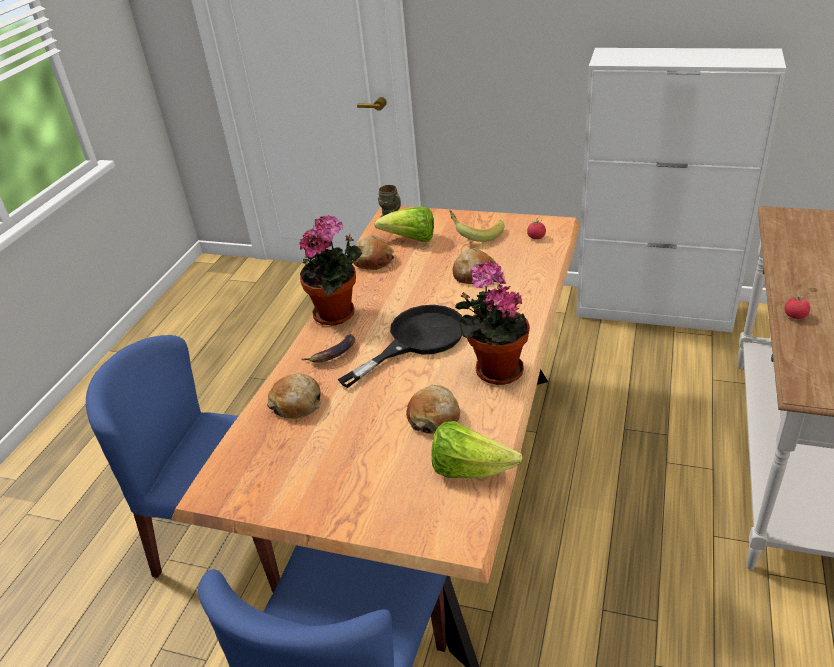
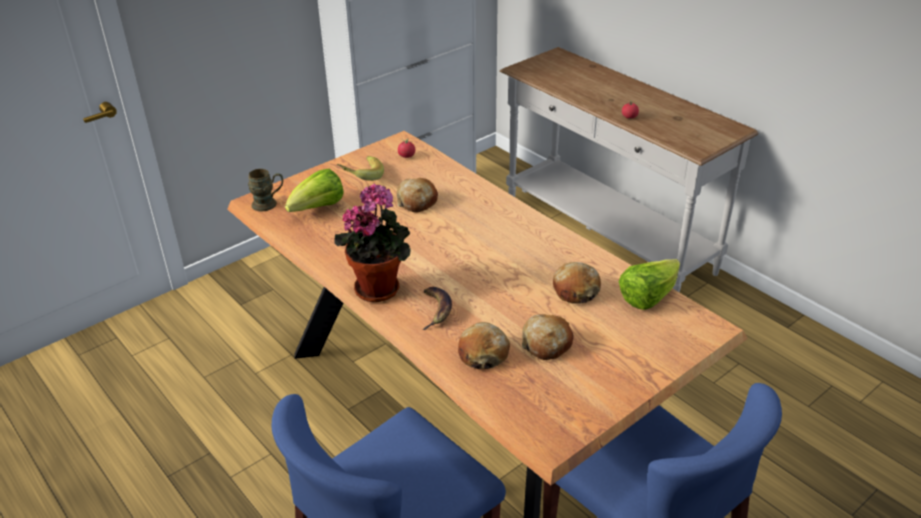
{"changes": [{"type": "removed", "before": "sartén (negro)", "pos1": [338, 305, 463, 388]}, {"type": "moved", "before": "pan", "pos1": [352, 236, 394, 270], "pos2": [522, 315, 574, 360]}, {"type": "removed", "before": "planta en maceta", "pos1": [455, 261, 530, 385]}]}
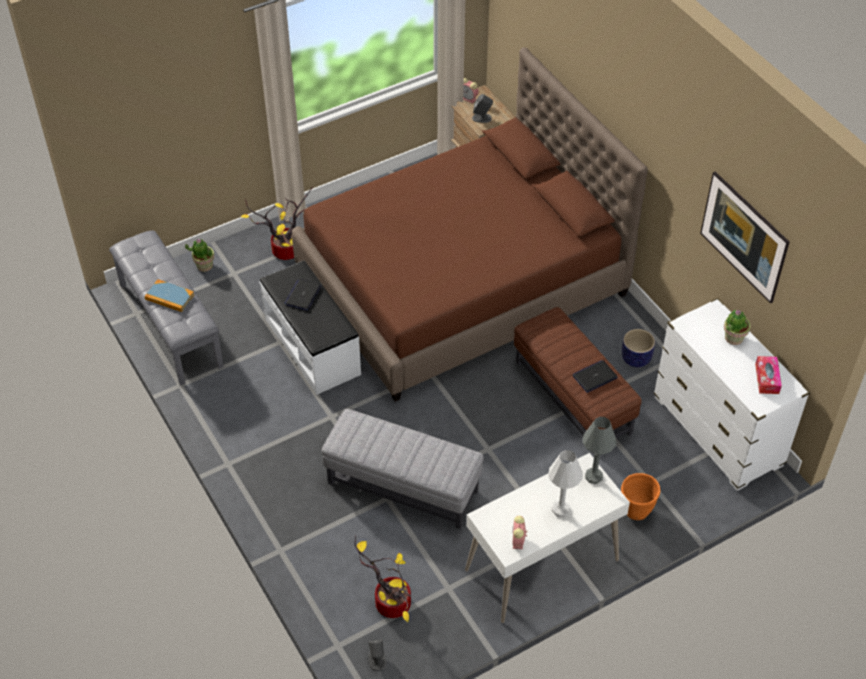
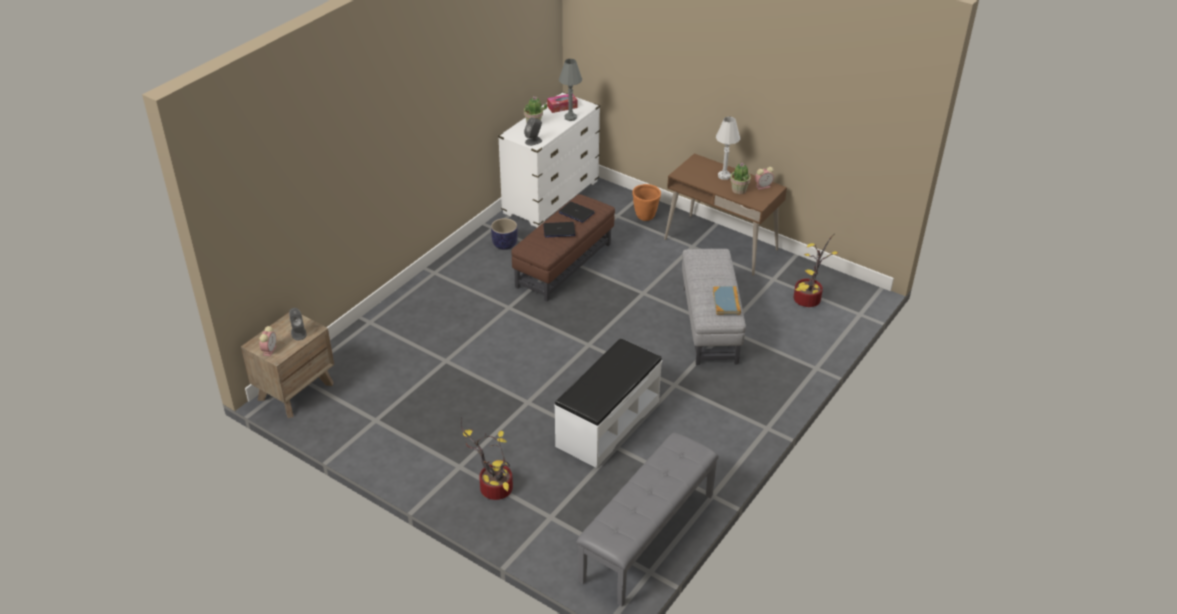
{"changes": [{"type": "moved", "before": "libro", "pos1": [145, 279, 194, 312], "pos2": [713, 286, 741, 315]}, {"type": "moved", "before": "planta en maceta", "pos1": [185, 239, 214, 272], "pos2": [730, 162, 751, 194]}, {"type": "moved", "before": "portátil", "pos1": [284, 279, 321, 311], "pos2": [543, 222, 575, 238]}, {"type": "removed", "before": "cama (marrón)", "pos1": [292, 47, 648, 402]}, {"type": "moved", "before": "altavoz (gris)", "pos1": [368, 639, 386, 671], "pos2": [524, 117, 542, 146]}, {"type": "recoloured", "before": "escritorio (blanco)", "after": "escritorio (marrón)", "pos1": [465, 453, 630, 623], "pos2": [664, 153, 787, 276]}, {"type": "moved", "before": "lámpara de mesa (gris)", "pos1": [583, 417, 616, 484], "pos2": [559, 59, 582, 121]}, {"type": "removed", "before": "cuadro", "pos1": [700, 172, 789, 303]}]}
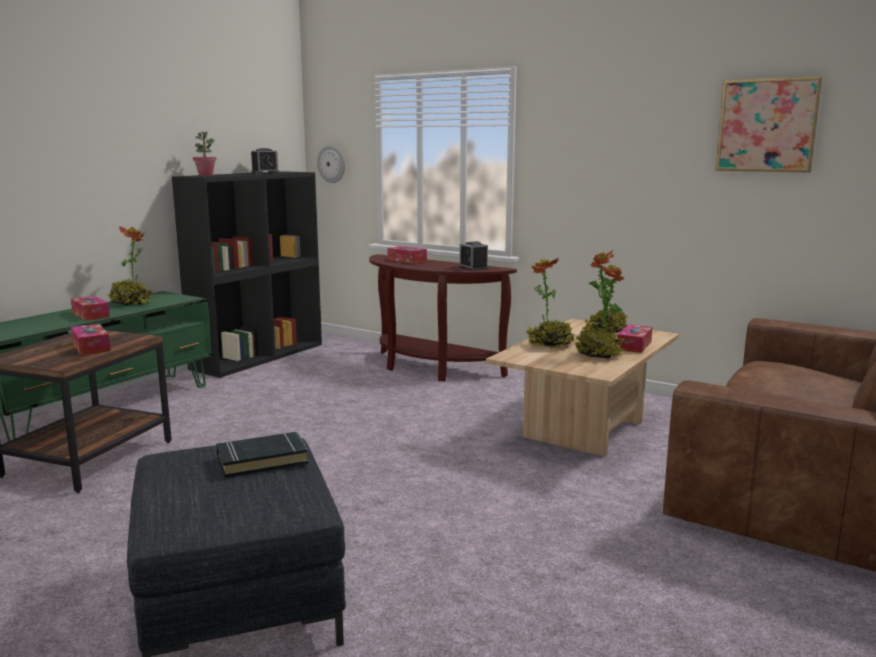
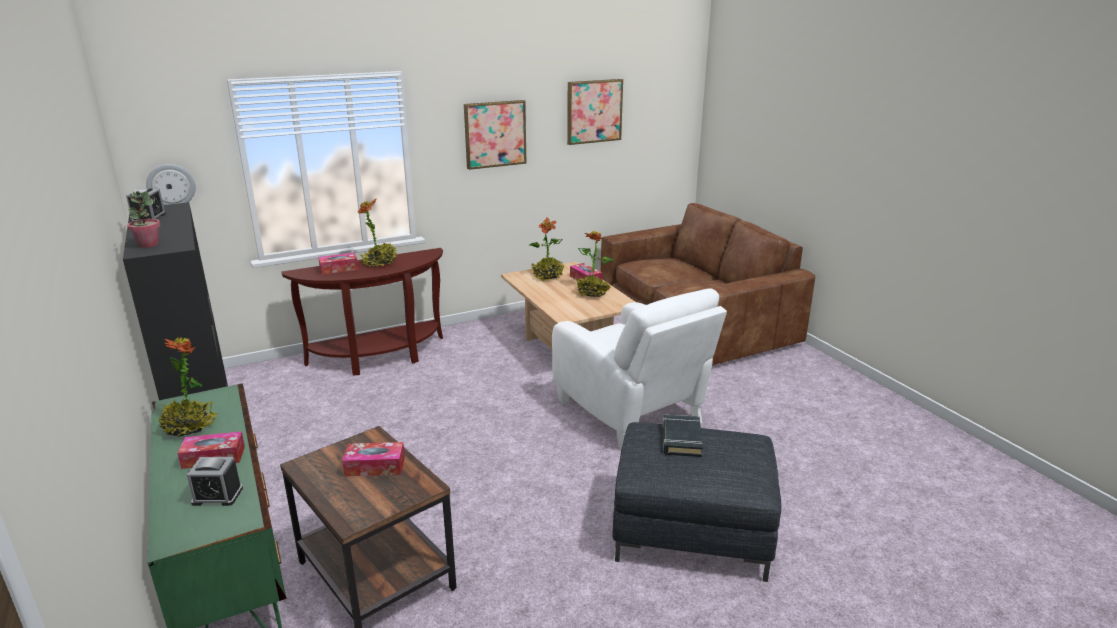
{"changes": [{"type": "moved", "before": "despertador", "pos1": [459, 241, 488, 271], "pos2": [187, 457, 243, 506]}, {"type": "moved", "before": "planta en maceta", "pos1": [526, 258, 575, 348], "pos2": [358, 199, 397, 267]}, {"type": "added", "after": "cuadro", "pos2": [464, 100, 526, 170]}, {"type": "added", "after": "sillón (blanco)", "pos2": [552, 288, 727, 450]}]}
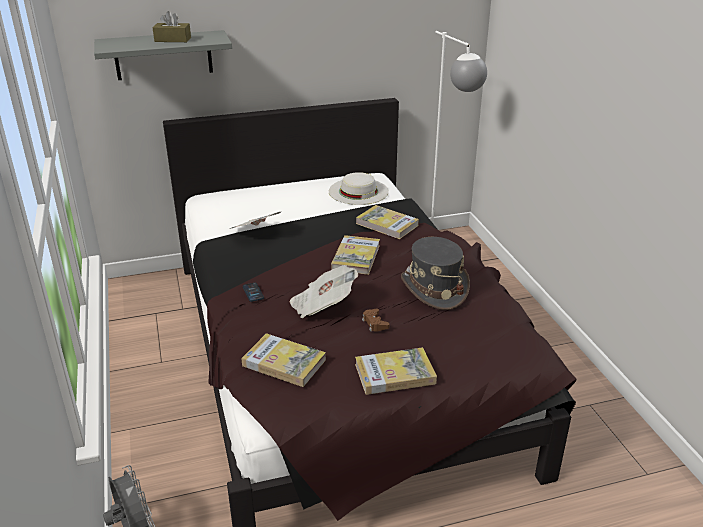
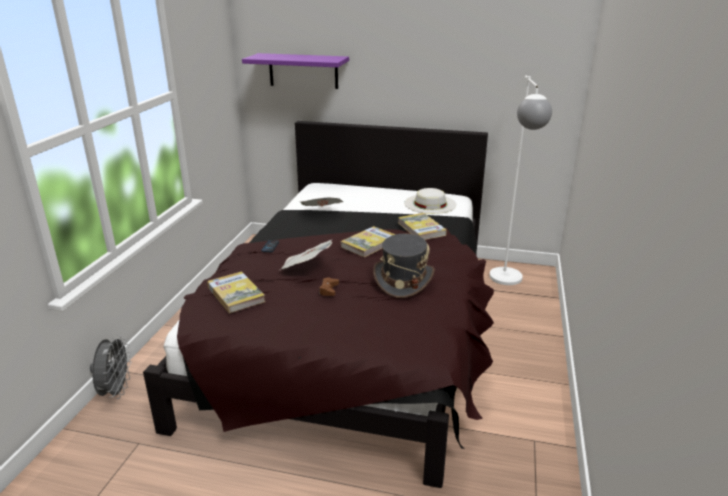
{"changes": [{"type": "recoloured", "before": "estante (gris)", "after": "estante (morado)", "pos1": [94, 30, 232, 80], "pos2": [242, 53, 349, 89]}, {"type": "removed", "before": "caja de pañuelos (marrón)", "pos1": [152, 11, 191, 42]}, {"type": "removed", "before": "libro", "pos1": [355, 347, 437, 395]}]}
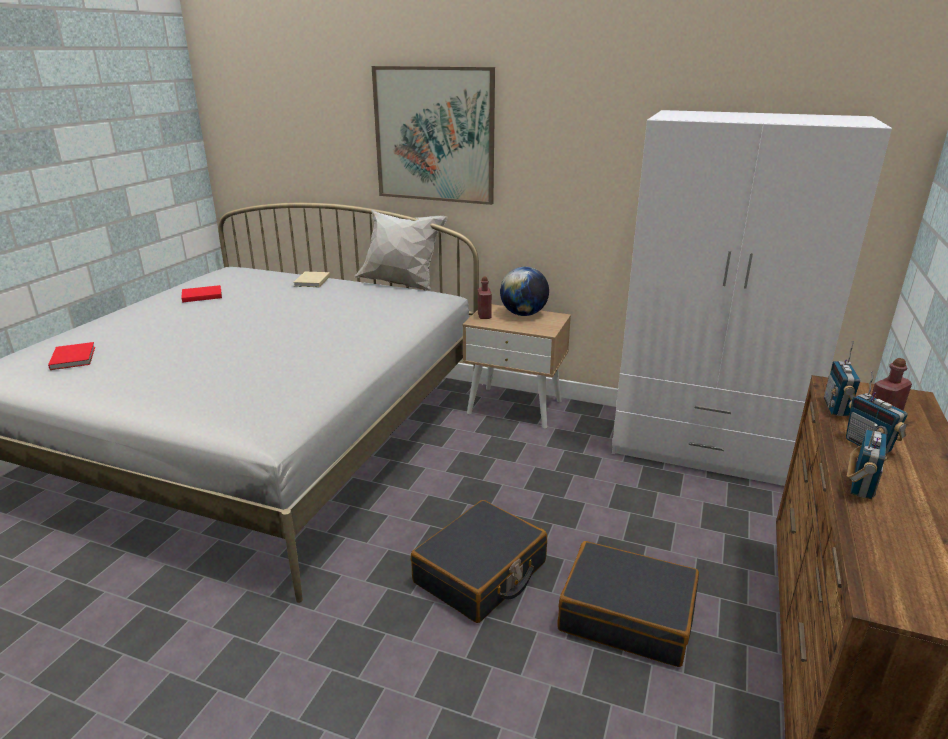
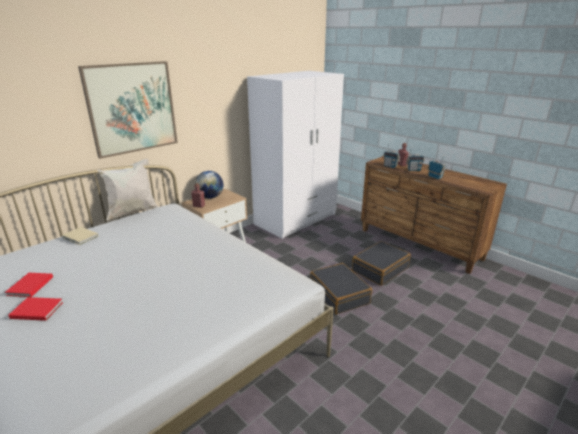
{"changes": [{"type": "moved", "before": "libro (rojo)", "pos1": [48, 342, 95, 370], "pos2": [8, 297, 63, 321]}]}
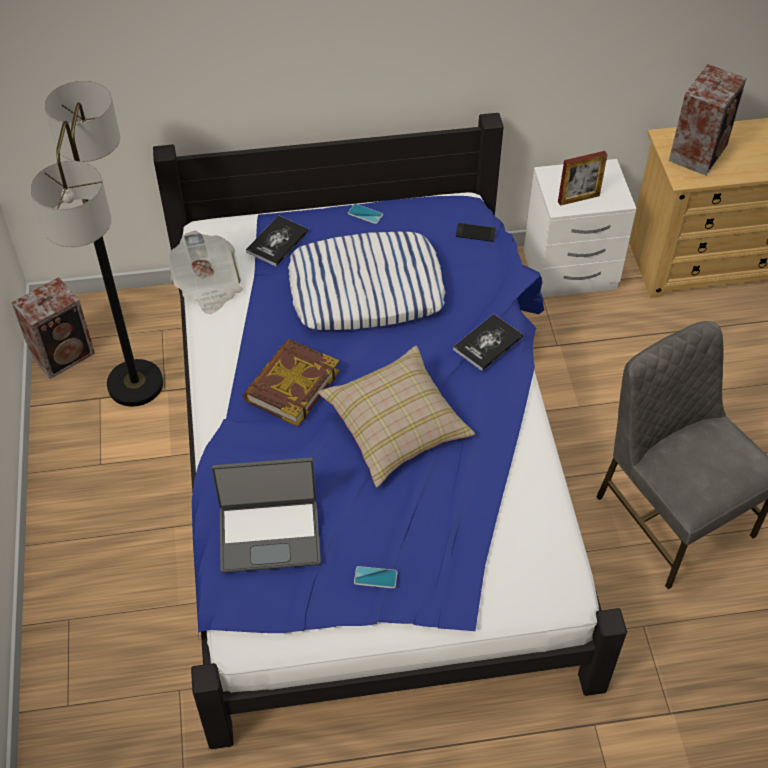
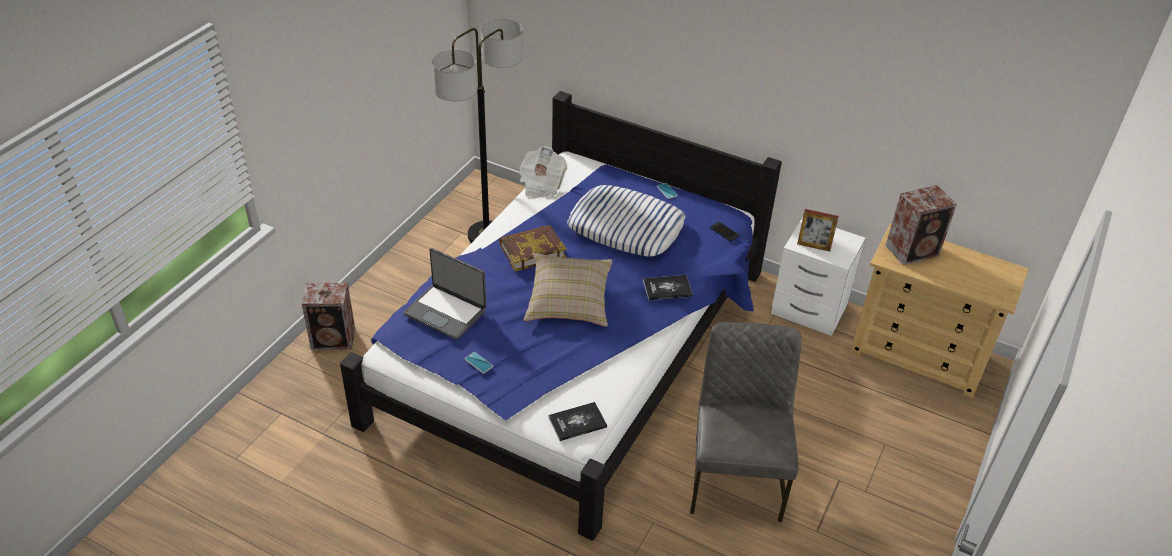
{"changes": [{"type": "moved", "before": "altavoz", "pos1": [11, 277, 95, 379], "pos2": [302, 283, 355, 350]}, {"type": "moved", "before": "libro", "pos1": [246, 215, 309, 266], "pos2": [548, 402, 607, 441]}]}
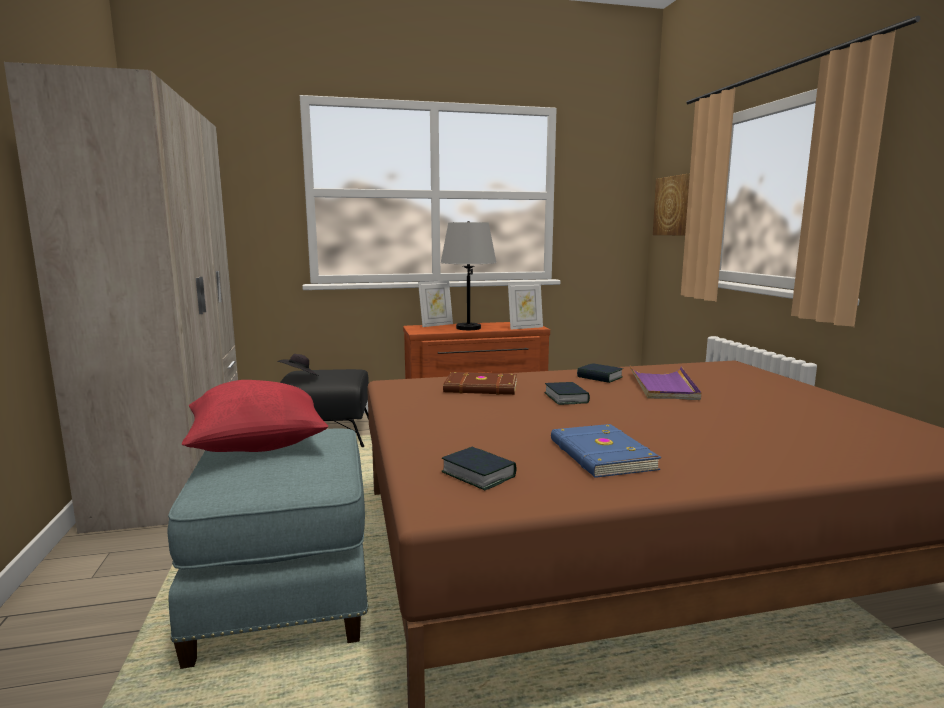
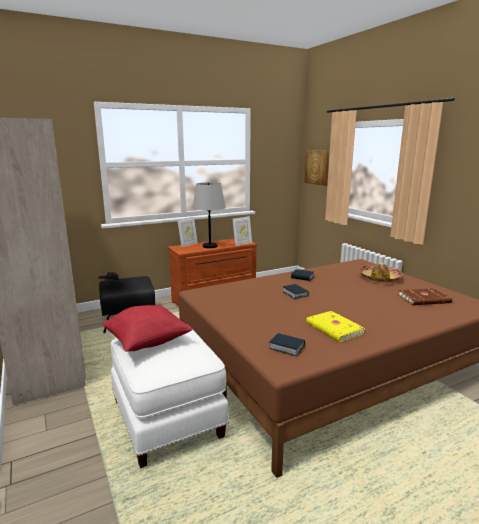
{"changes": [{"type": "recoloured", "before": "puf (azul)", "after": "puf (blanco)", "pos1": [168, 428, 368, 669], "pos2": [111, 330, 229, 468]}, {"type": "moved", "before": "libro (marrón)", "pos1": [443, 372, 517, 395], "pos2": [398, 288, 452, 305]}, {"type": "recoloured", "before": "libro (azul)", "after": "libro (amarillo)", "pos1": [551, 424, 661, 478], "pos2": [306, 311, 365, 342]}, {"type": "removed", "before": "bandeja (morado)", "pos1": [629, 365, 701, 400]}, {"type": "added", "after": "sombrero", "pos2": [359, 263, 403, 283]}]}
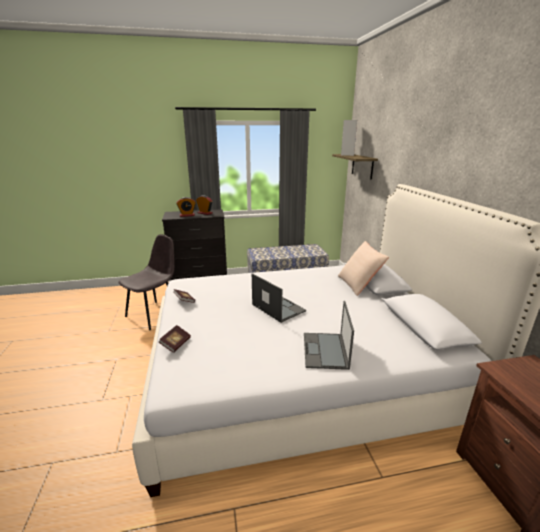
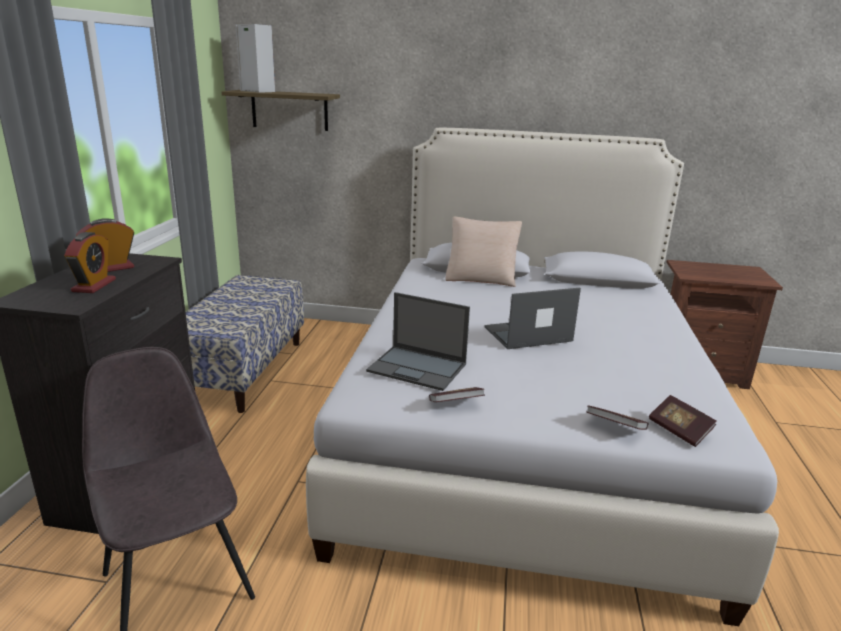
{"changes": [{"type": "moved", "before": "portátil", "pos1": [304, 301, 354, 370], "pos2": [366, 292, 470, 391]}, {"type": "added", "after": "libro", "pos2": [649, 395, 717, 447]}]}
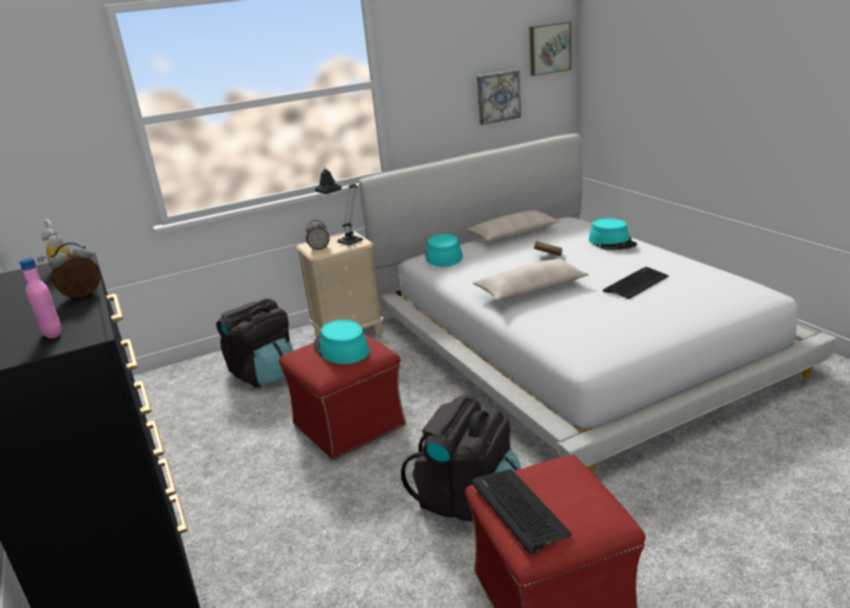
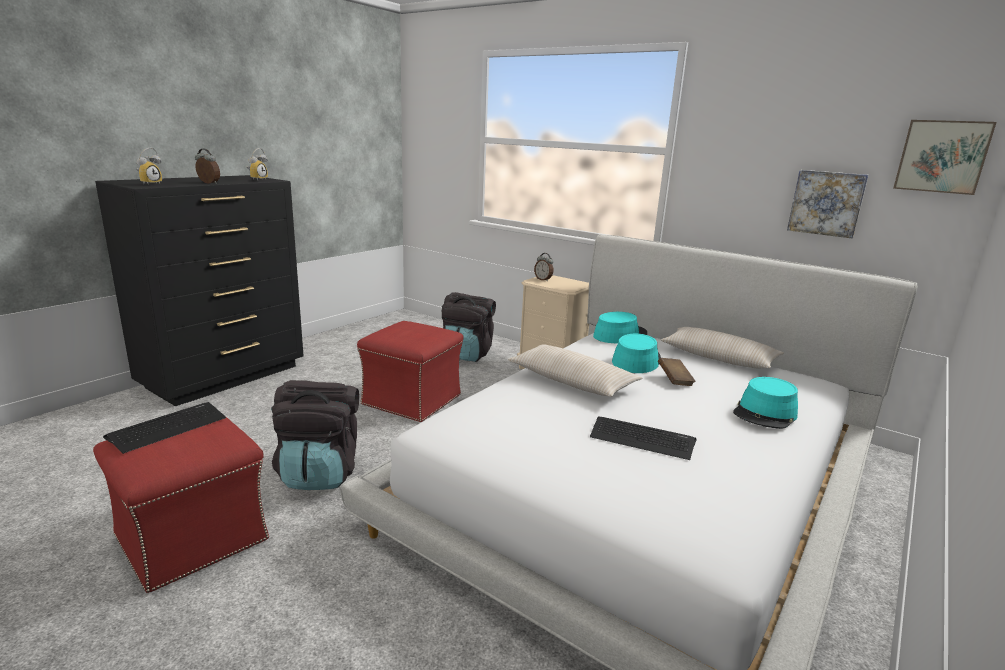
{"changes": [{"type": "replaced", "before": "botella (rosa)", "after": "despertador", "pos1": [19, 258, 61, 338], "pos2": [136, 148, 162, 185]}, {"type": "moved", "before": "sombrero (turquesa)", "pos1": [314, 320, 370, 364], "pos2": [612, 334, 661, 373]}, {"type": "removed", "before": "lámpara de mesa", "pos1": [315, 167, 363, 246]}]}
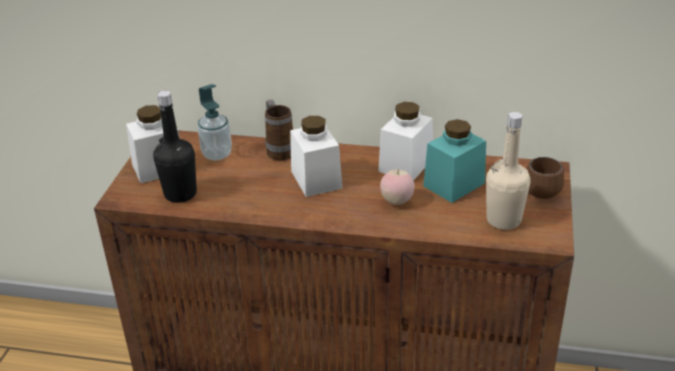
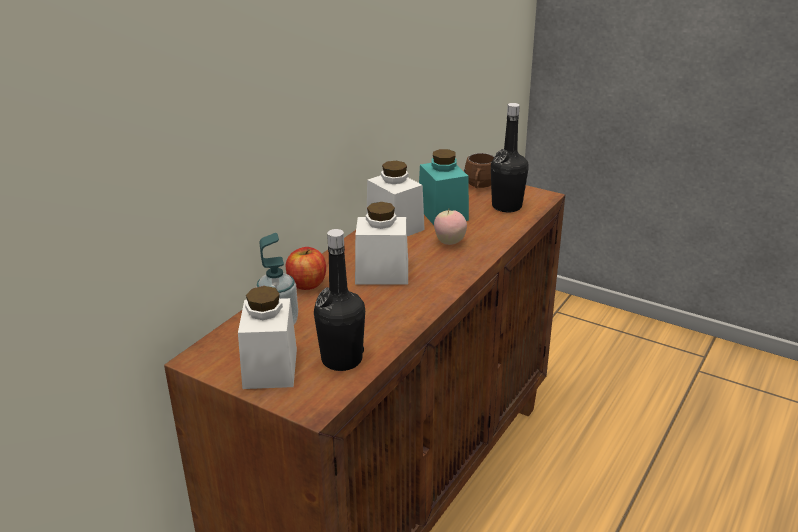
{"changes": [{"type": "replaced", "before": "taza grande", "after": "manzana", "pos1": [265, 99, 293, 160], "pos2": [286, 247, 326, 290]}, {"type": "recoloured", "before": "botella (beis)", "after": "botella (negro)", "pos1": [486, 112, 531, 230], "pos2": [491, 103, 529, 212]}]}
